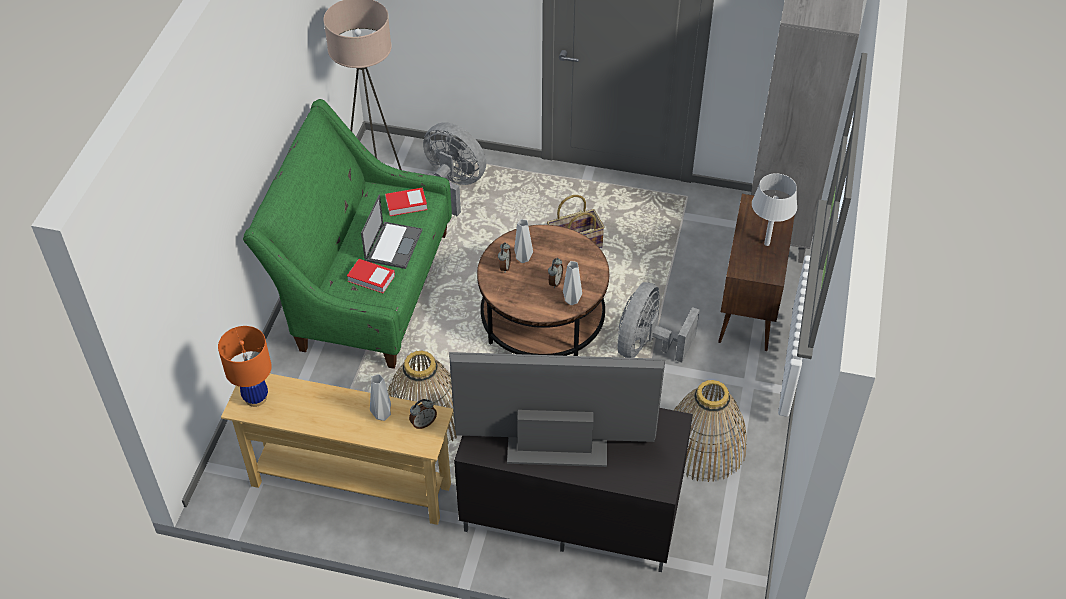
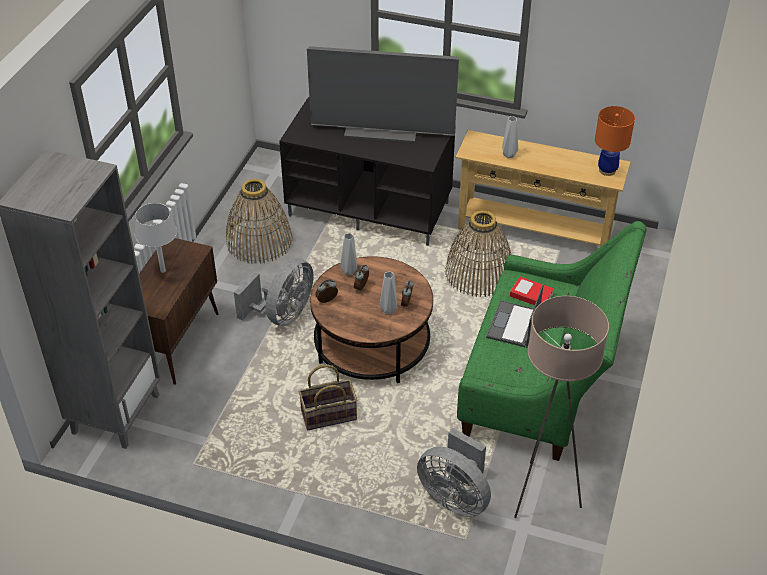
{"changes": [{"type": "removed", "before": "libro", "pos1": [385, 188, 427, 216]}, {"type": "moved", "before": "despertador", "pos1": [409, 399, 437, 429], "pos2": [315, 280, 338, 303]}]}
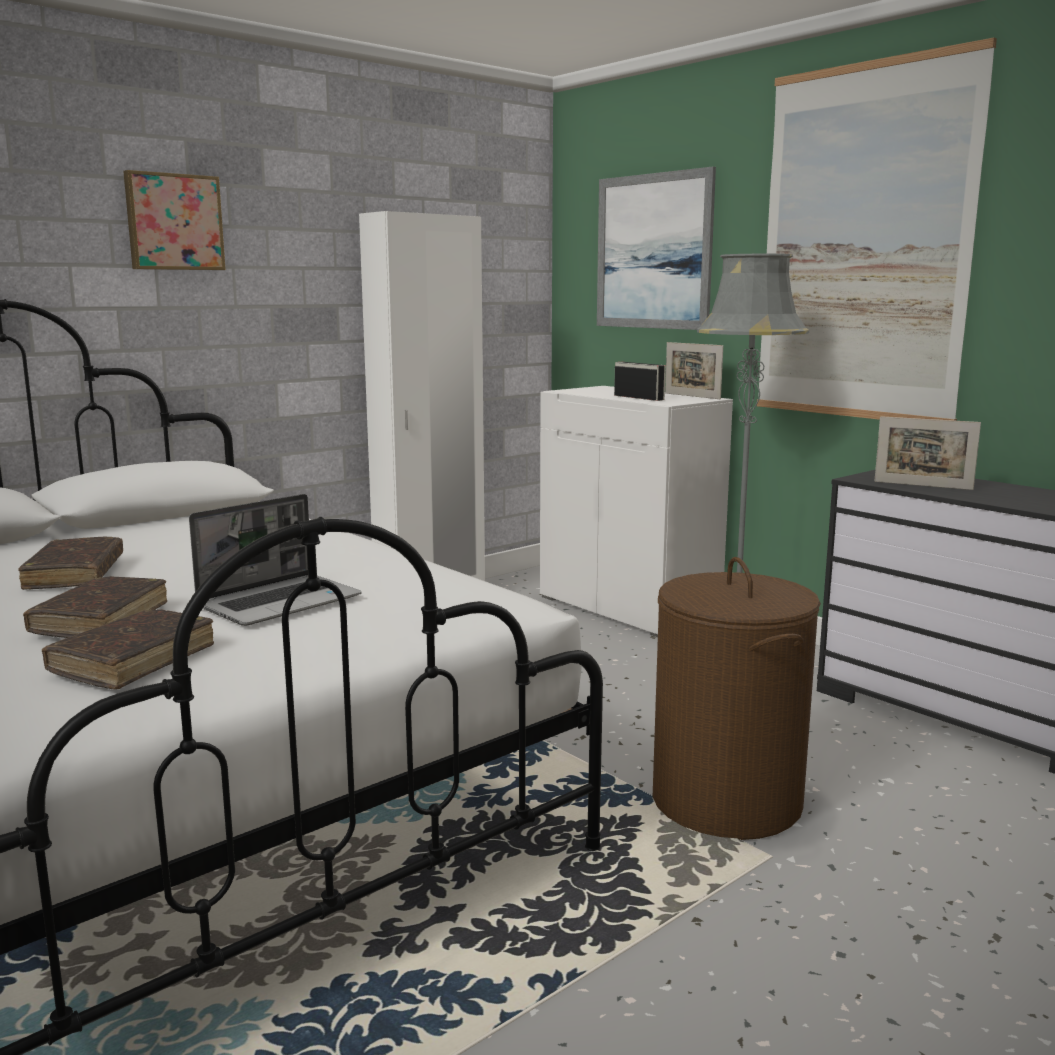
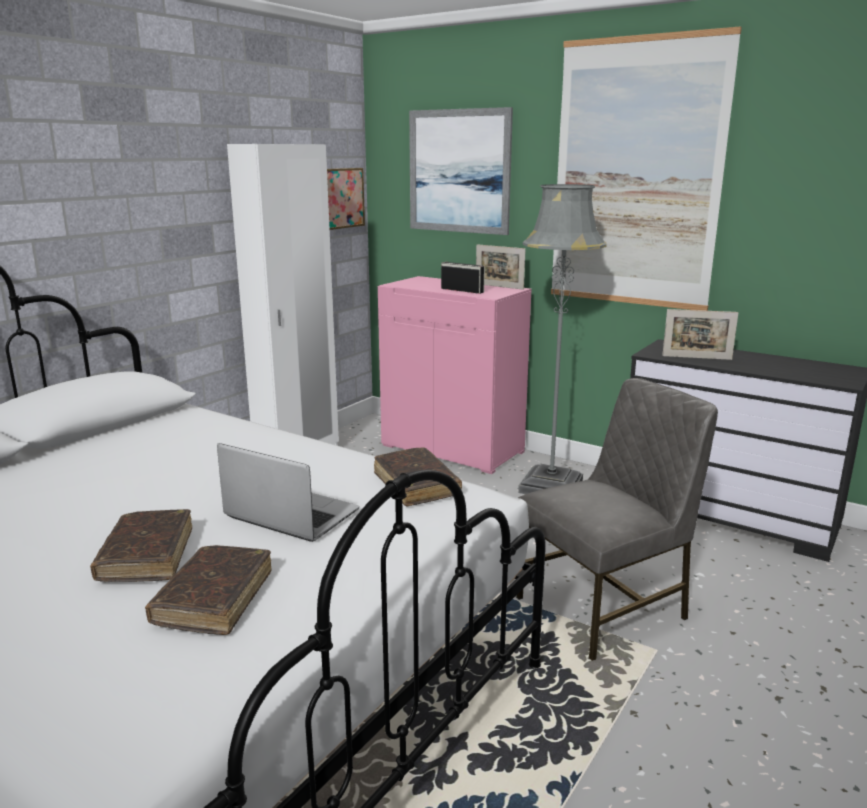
{"changes": [{"type": "moved", "before": "libro (marrón)", "pos1": [18, 537, 123, 590], "pos2": [374, 448, 462, 506]}, {"type": "moved", "before": "cuadro", "pos1": [123, 170, 226, 270], "pos2": [327, 168, 365, 230]}, {"type": "turned", "before": "portátil", "pos1": [189, 494, 362, 626], "pos2": [217, 443, 359, 542], "turn": -90}, {"type": "recoloured", "before": "armario (blanco)", "after": "armario (rosa)", "pos1": [540, 386, 733, 637], "pos2": [378, 276, 531, 474]}, {"type": "replaced", "before": "cesto de la ropa (marrón)", "after": "silla (gris)", "pos1": [653, 557, 821, 840], "pos2": [516, 378, 718, 661]}]}
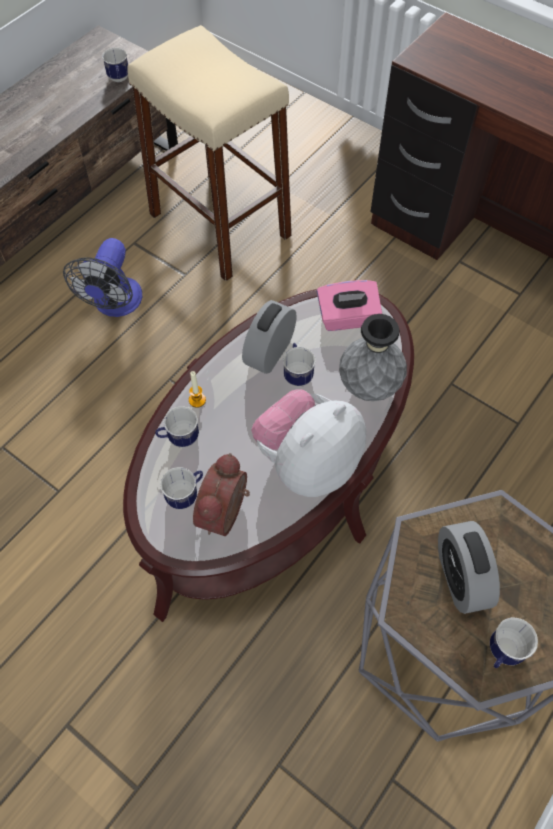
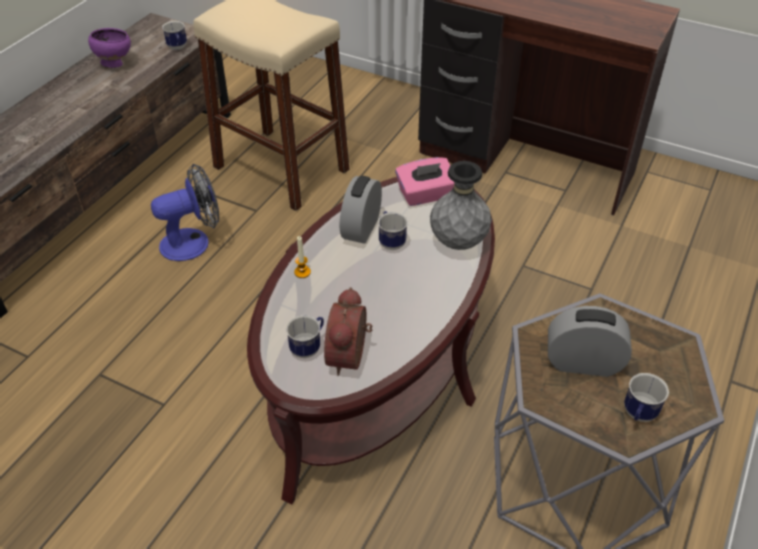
{"changes": [{"type": "turned", "before": "ventilador", "pos1": [63, 238, 142, 317], "pos2": [151, 164, 219, 261], "turn": -120}, {"type": "removed", "before": "taza grande", "pos1": [155, 406, 199, 448]}, {"type": "removed", "before": "peluche", "pos1": [251, 389, 366, 497]}, {"type": "turned", "before": "despertador", "pos1": [438, 521, 500, 614], "pos2": [548, 306, 632, 377], "turn": 120}, {"type": "added", "after": "cuenco (morado)", "pos2": [88, 28, 131, 68]}]}
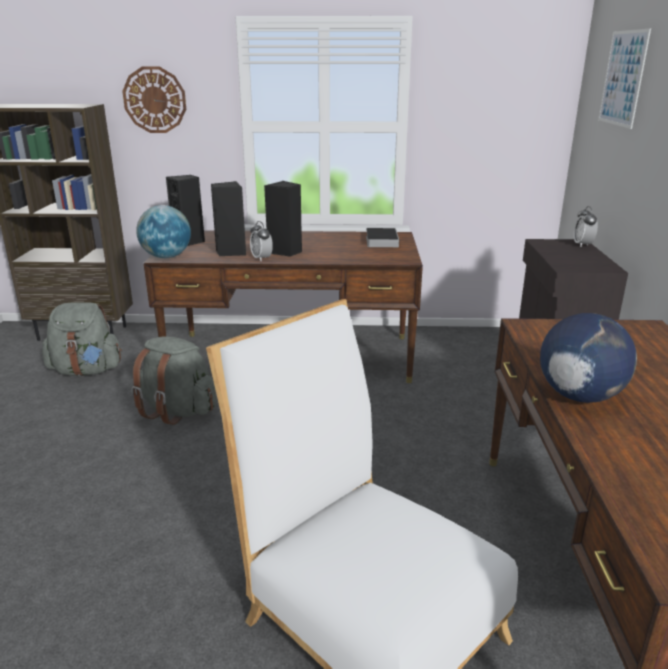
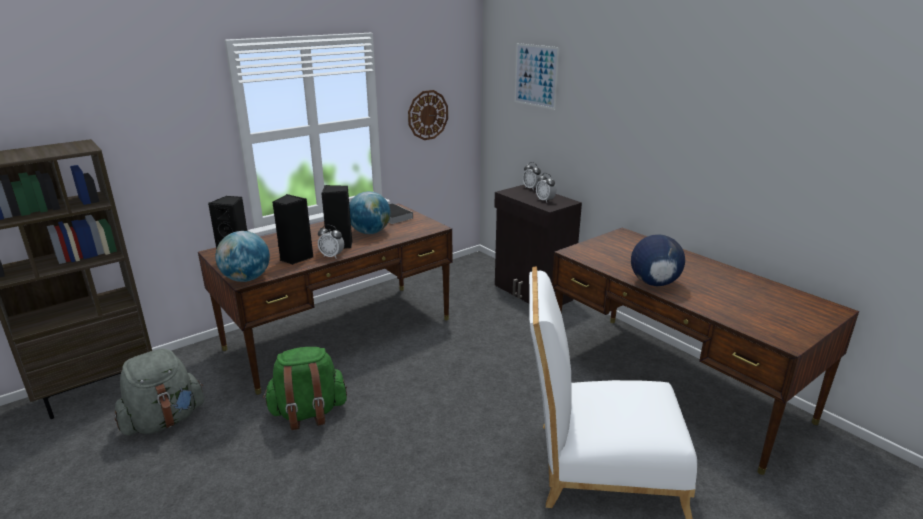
{"changes": [{"type": "moved", "before": "reloj de pared", "pos1": [122, 66, 186, 133], "pos2": [408, 90, 448, 140]}, {"type": "recoloured", "before": "mochila (gris)", "after": "mochila (verde)", "pos1": [131, 336, 217, 425], "pos2": [263, 347, 347, 430]}, {"type": "added", "after": "globo terráqueo", "pos2": [349, 191, 391, 234]}, {"type": "added", "after": "despertador", "pos2": [536, 173, 556, 203]}]}
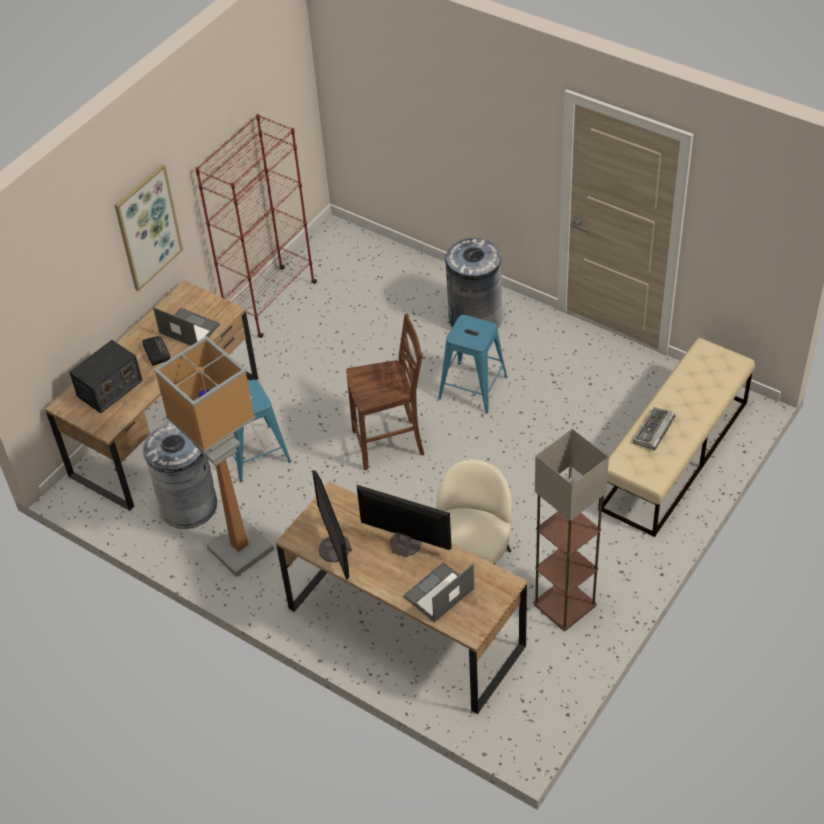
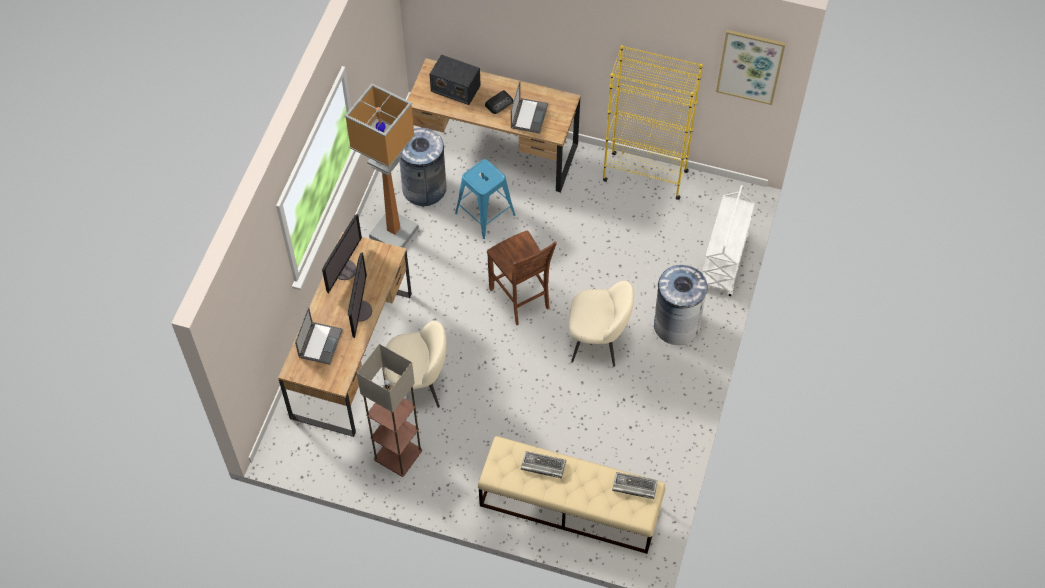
{"changes": [{"type": "moved", "before": "cuadro", "pos1": [115, 164, 183, 291], "pos2": [716, 30, 786, 105]}, {"type": "recoloured", "before": "estantería (rojo)", "after": "estantería (amarillo)", "pos1": [195, 114, 317, 338], "pos2": [603, 45, 703, 200]}, {"type": "turned", "before": "monitor", "pos1": [312, 470, 352, 580], "pos2": [322, 214, 362, 294], "turn": 150}, {"type": "turned", "before": "portátil", "pos1": [403, 562, 474, 623], "pos2": [295, 307, 343, 365], "turn": 75}, {"type": "replaced", "before": "taburete (azul)", "after": "silla (beis)", "pos1": [438, 315, 507, 413], "pos2": [569, 281, 634, 367]}, {"type": "added", "after": "teclado", "pos2": [612, 472, 658, 499]}, {"type": "added", "after": "carrito (blanco)", "pos2": [703, 185, 755, 296]}]}
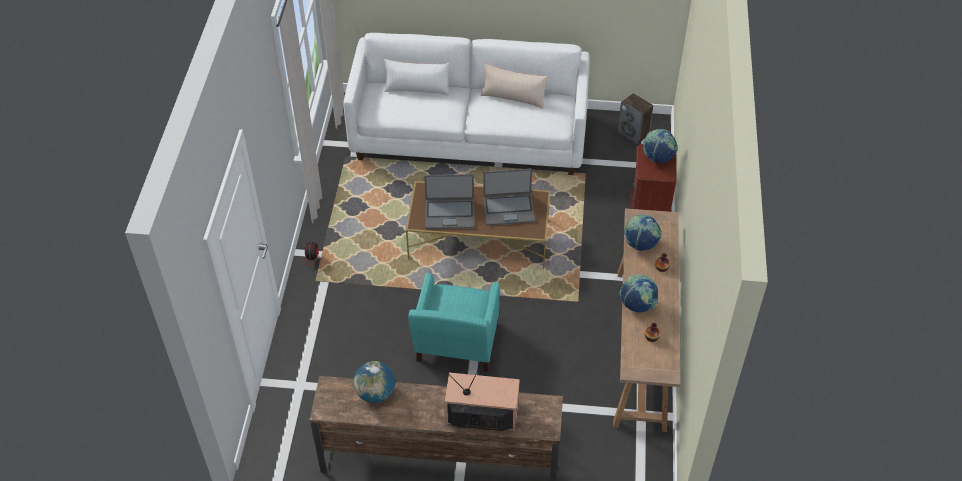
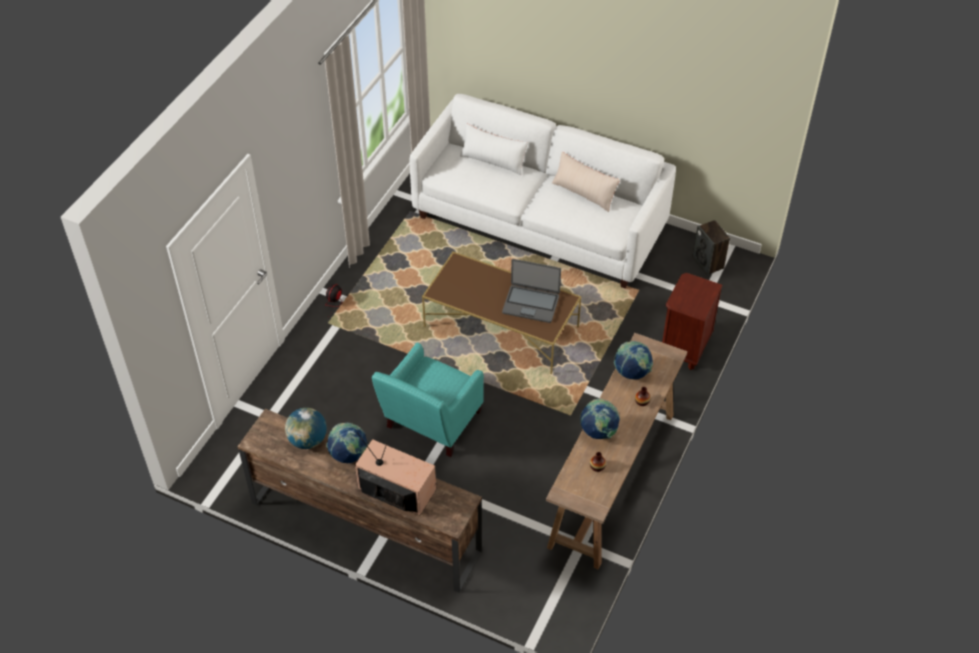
{"changes": [{"type": "removed", "before": "portátil", "pos1": [424, 174, 475, 229]}, {"type": "moved", "before": "globo terráqueo", "pos1": [643, 129, 678, 163], "pos2": [326, 423, 368, 463]}]}
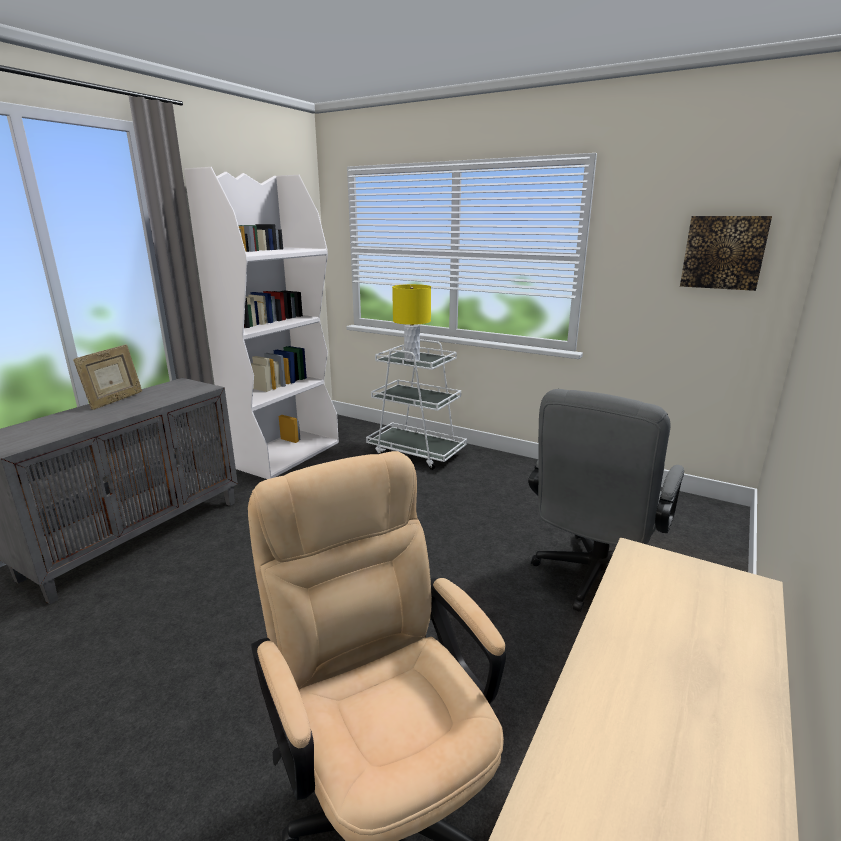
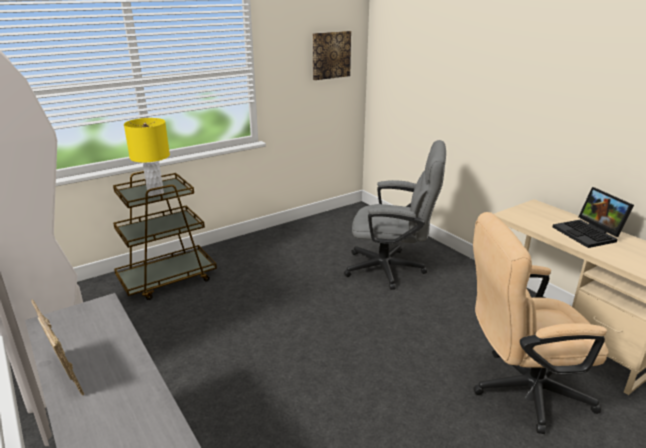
{"changes": [{"type": "recoloured", "before": "carrito (blanco)", "after": "carrito (marrón)", "pos1": [366, 339, 467, 470], "pos2": [113, 171, 217, 300]}, {"type": "turned", "before": "silla de oficina (gris)", "pos1": [528, 389, 684, 612], "pos2": [344, 140, 446, 290], "turn": -45}, {"type": "added", "after": "portátil", "pos2": [553, 187, 634, 248]}]}
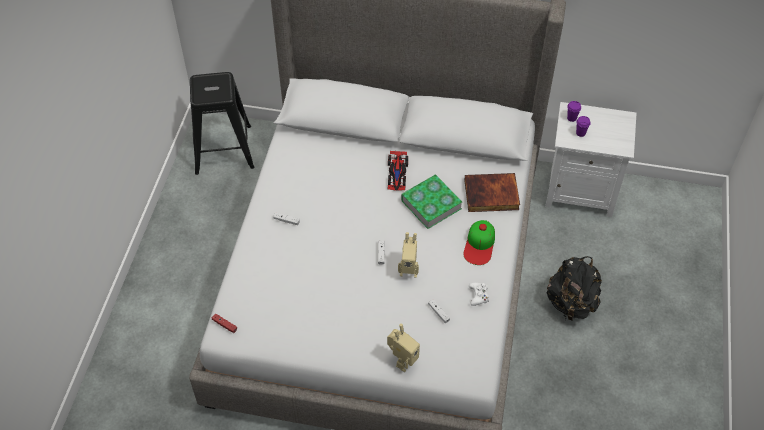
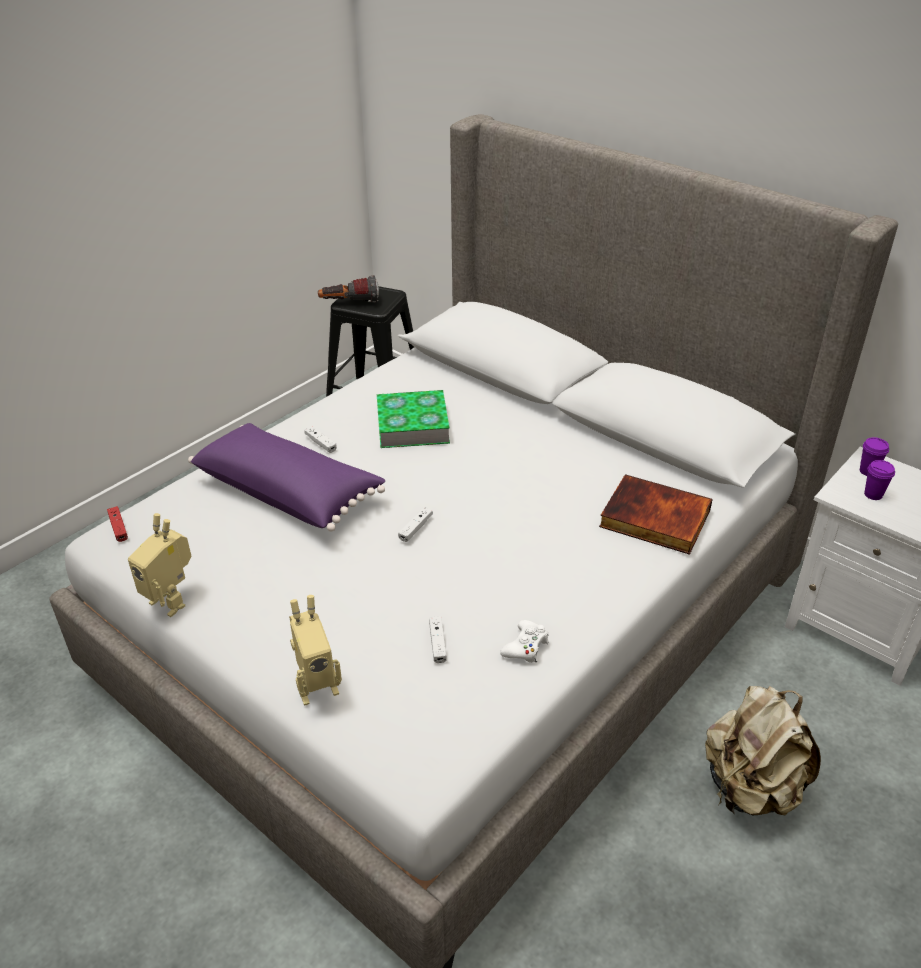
{"changes": [{"type": "removed", "before": "coche de juguete", "pos1": [388, 151, 408, 191]}, {"type": "moved", "before": "robot de juguete", "pos1": [398, 232, 419, 278], "pos2": [128, 513, 191, 617]}, {"type": "moved", "before": "libro", "pos1": [401, 174, 462, 229], "pos2": [377, 390, 450, 448]}, {"type": "removed", "before": "gorra", "pos1": [464, 220, 495, 265]}, {"type": "recoloured", "before": "mochila (negro)", "after": "mochila (beis)", "pos1": [547, 256, 602, 321], "pos2": [705, 686, 821, 816]}, {"type": "added", "after": "cojín (morado)", "pos2": [188, 423, 385, 532]}, {"type": "added", "after": "linterna", "pos2": [318, 275, 379, 303]}]}
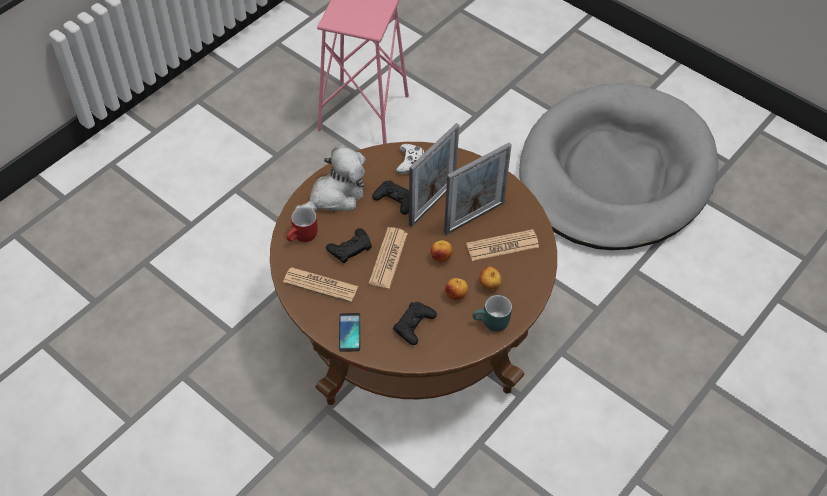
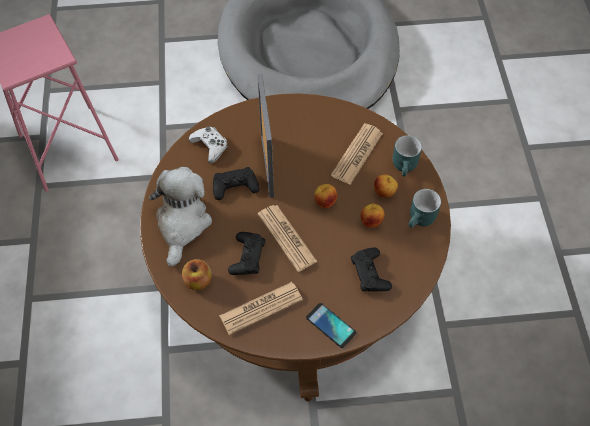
{"changes": [{"type": "replaced", "before": "taza grande (rojo)", "after": "manzana", "pos1": [287, 207, 318, 242], "pos2": [182, 259, 212, 290]}, {"type": "removed", "before": "portarretratos", "pos1": [444, 143, 512, 235]}, {"type": "added", "after": "taza grande (turquesa)", "pos2": [393, 135, 422, 176]}]}
